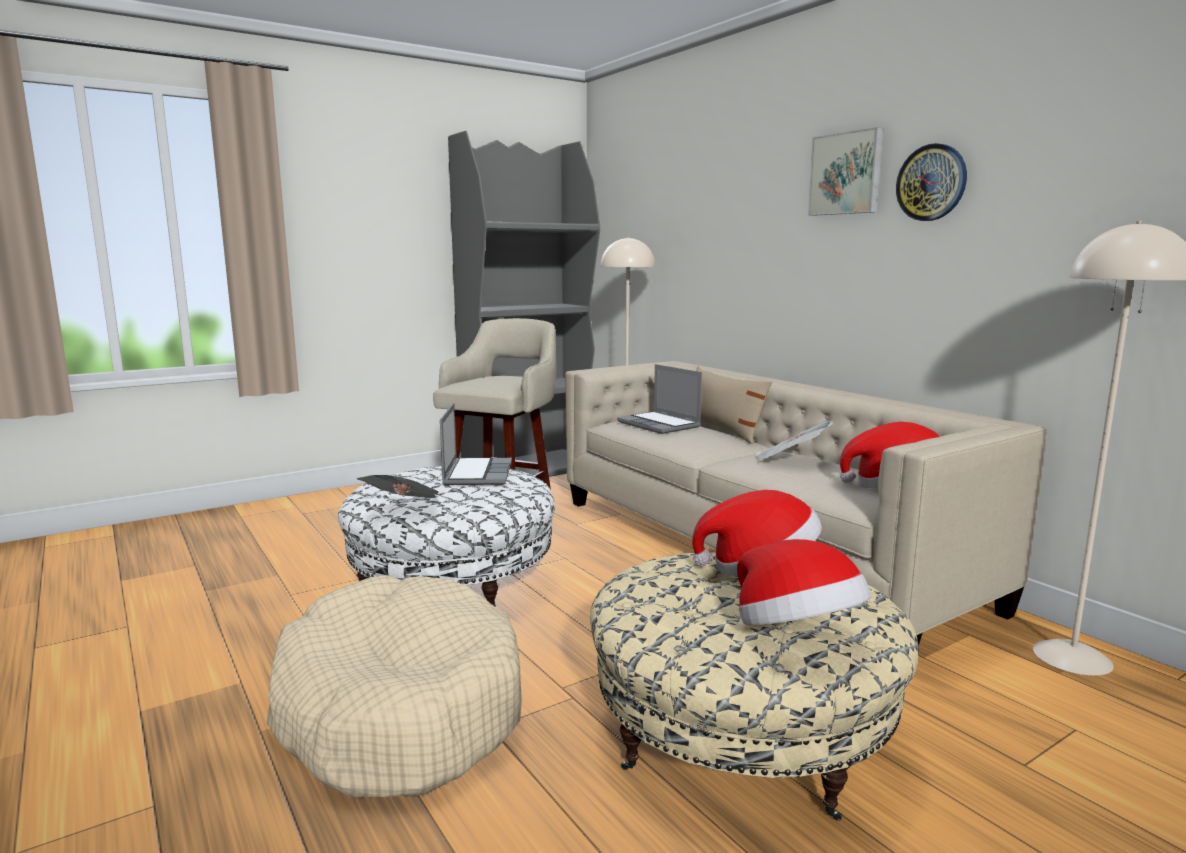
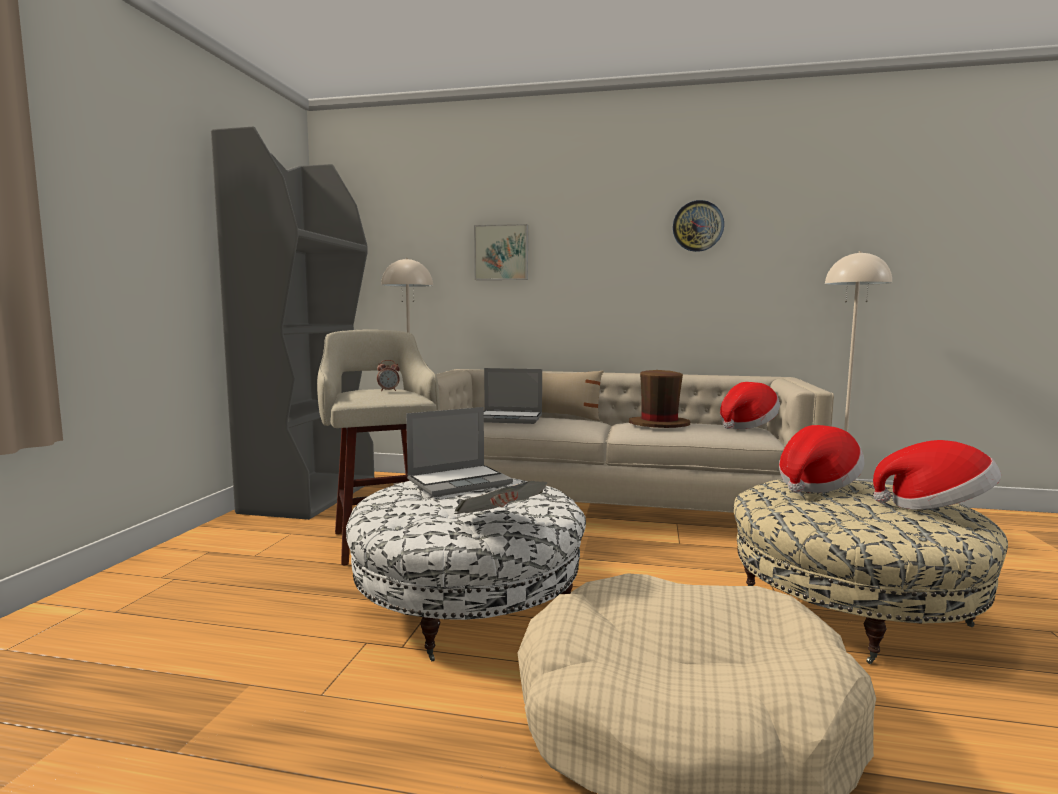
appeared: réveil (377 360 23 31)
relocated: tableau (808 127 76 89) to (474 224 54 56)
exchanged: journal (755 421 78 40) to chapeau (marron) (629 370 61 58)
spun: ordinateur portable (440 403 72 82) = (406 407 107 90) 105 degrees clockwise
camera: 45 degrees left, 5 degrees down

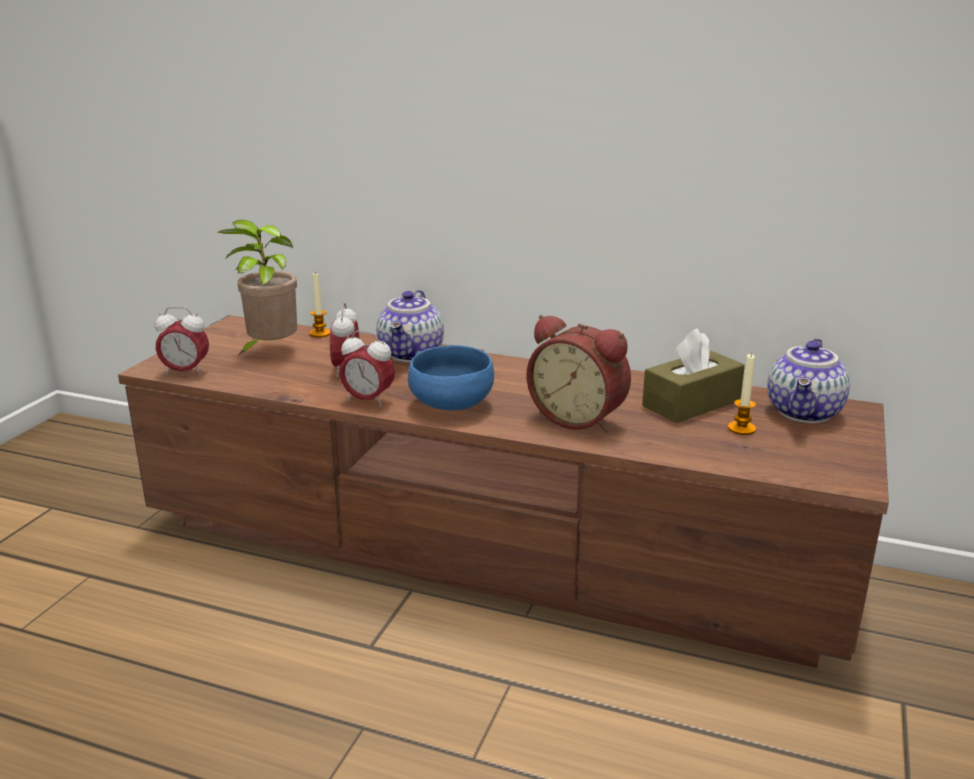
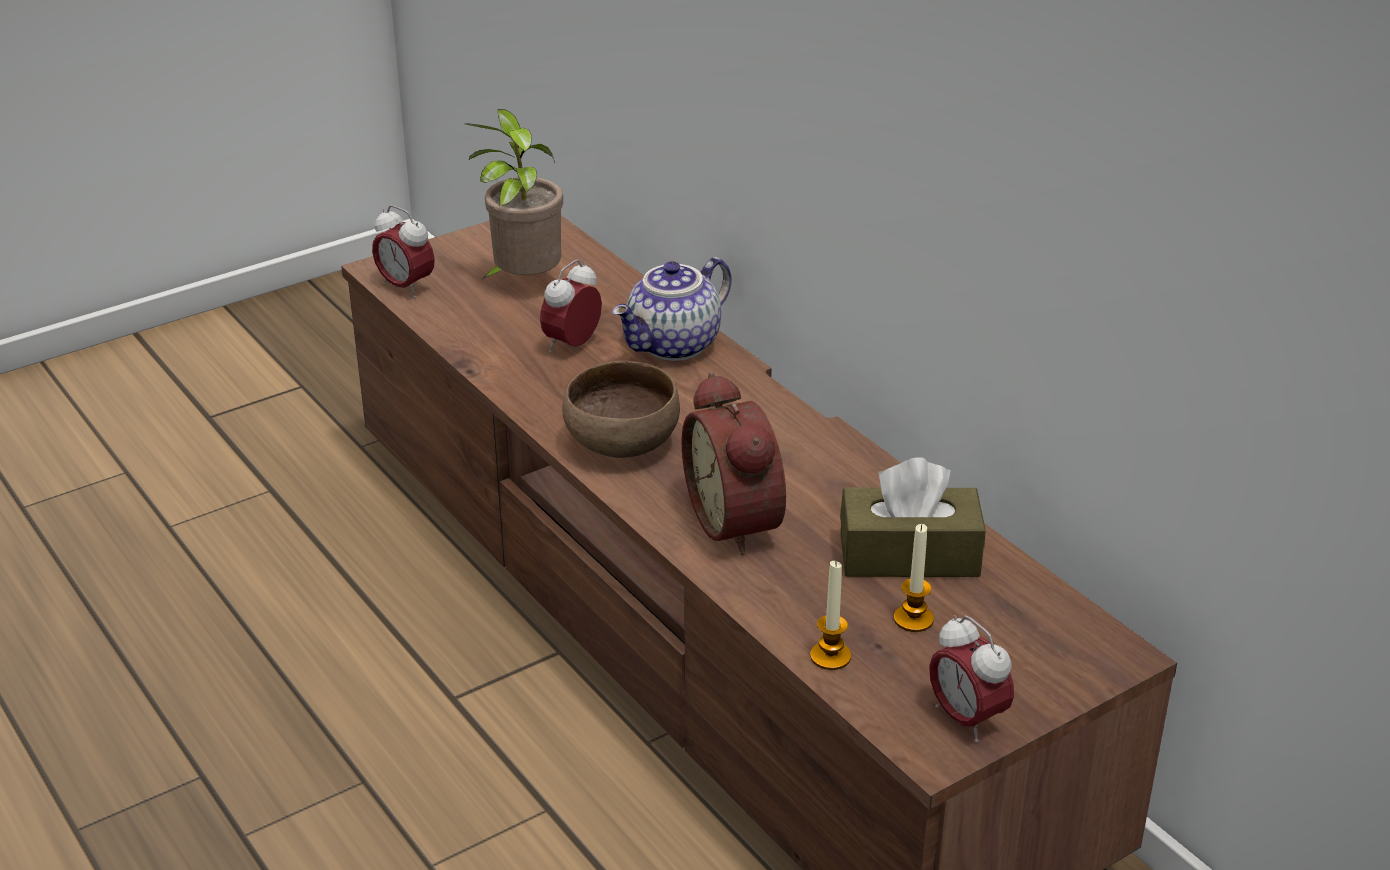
missing: théière (767 338 83 85)
relocated: bougie (309 272 21 66) to (810 561 41 109); réveil (339 330 56 77) to (929 615 85 128)
colour: bol (bleu) (408 345 86 65) to bol (marron) (562 361 118 97)
camera: 35 degrees right, 10 degrees up

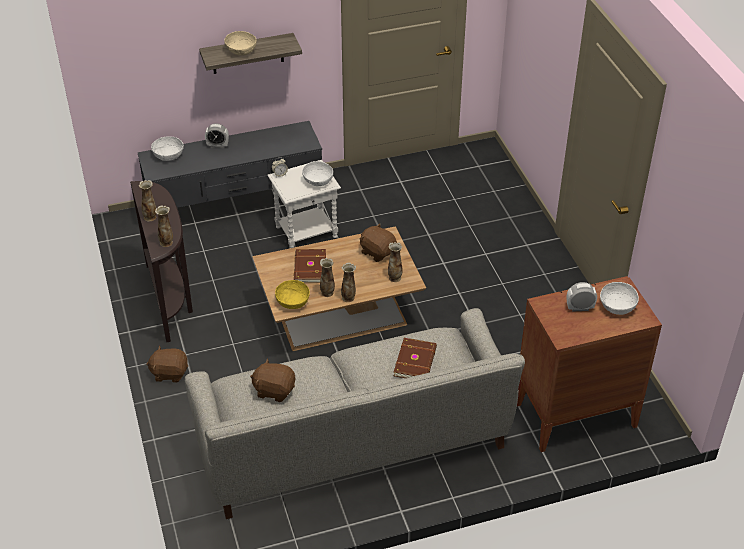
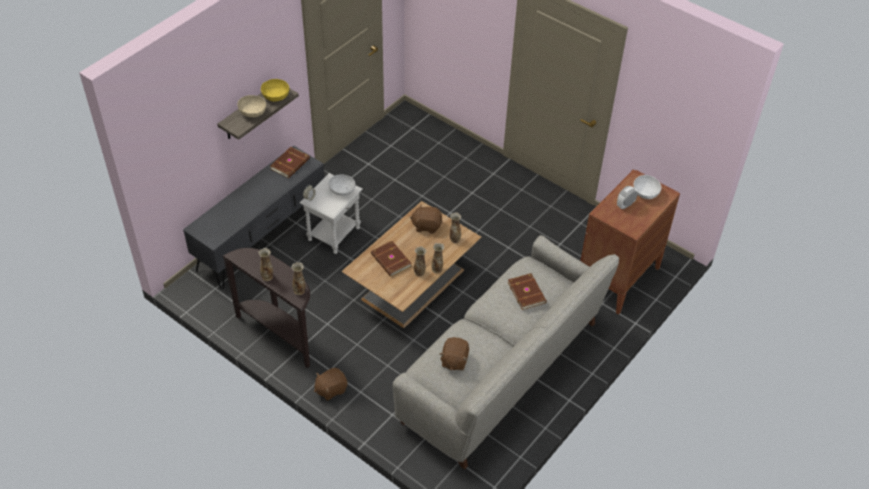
missing: bol (blanc) (151 137 33 24); réveil (205 123 24 25)
appeared: livre (marron) (270 147 40 31)
relocated: bol (jaune) (275 280 35 29) to (261 79 28 23)
spun: peluche (marron) (250 358 45 44) = (440 337 29 34) 60 degrees counterclockwise
camera: 35 degrees left, 5 degrees up

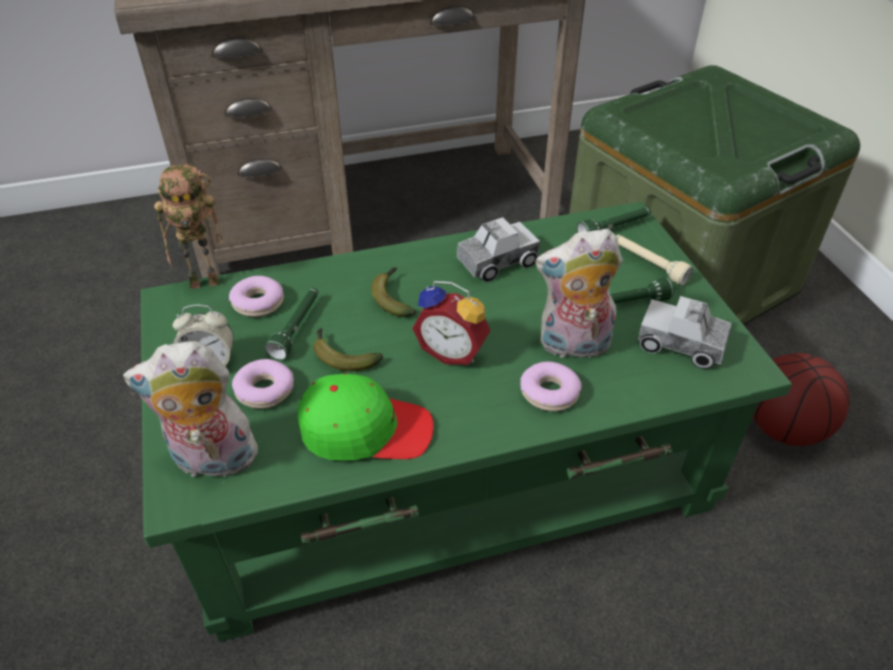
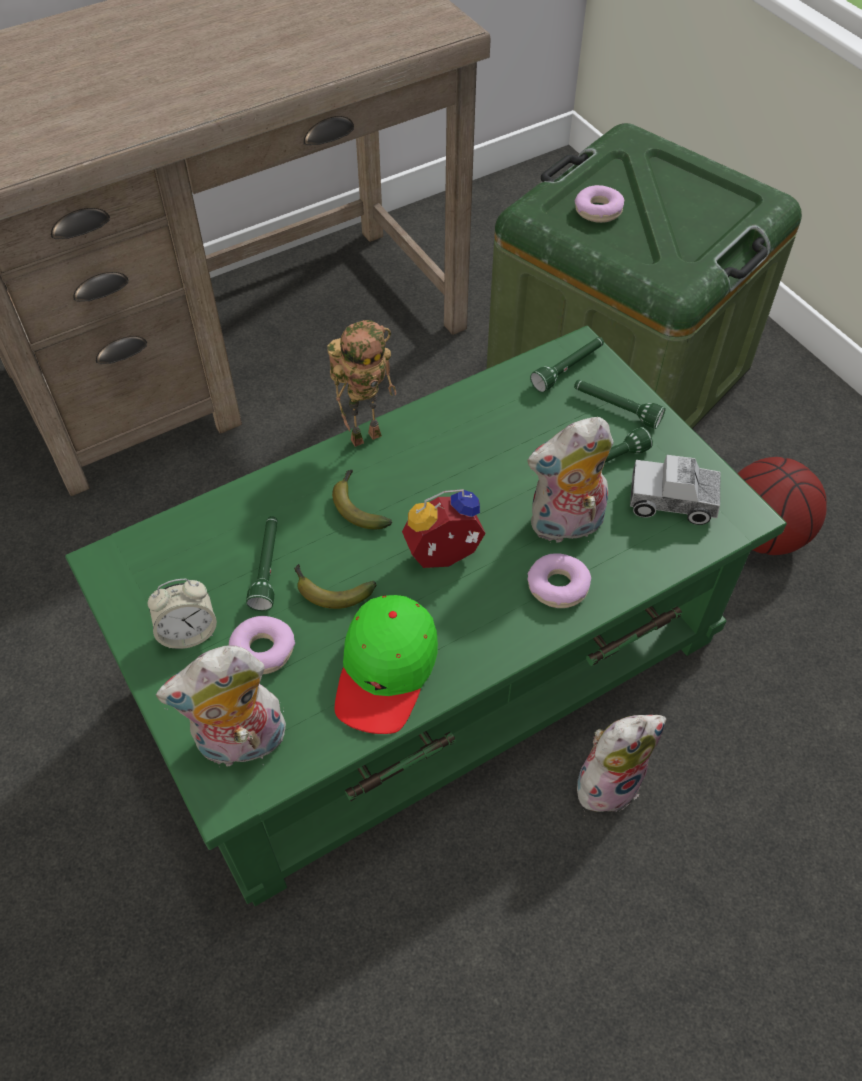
missing: camion jouet (457 217 83 65)
appeared: peluche (577 715 89 104)
relocated: robot jouet (154 164 69 125) to (327 320 69 127); beignet (229 276 55 41) to (575 185 49 38)
colour: lampe de poche (beige) (616 235 77 50) to lampe de poche (vert) (574 380 92 49)
spun: casquette (vert) (298 373 136 88) = (335 595 103 139) 120 degrees clockwise; réveil (412 281 78 84) = (402 489 84 79) 150 degrees clockwise
camera: 15 degrees left, 10 degrees up

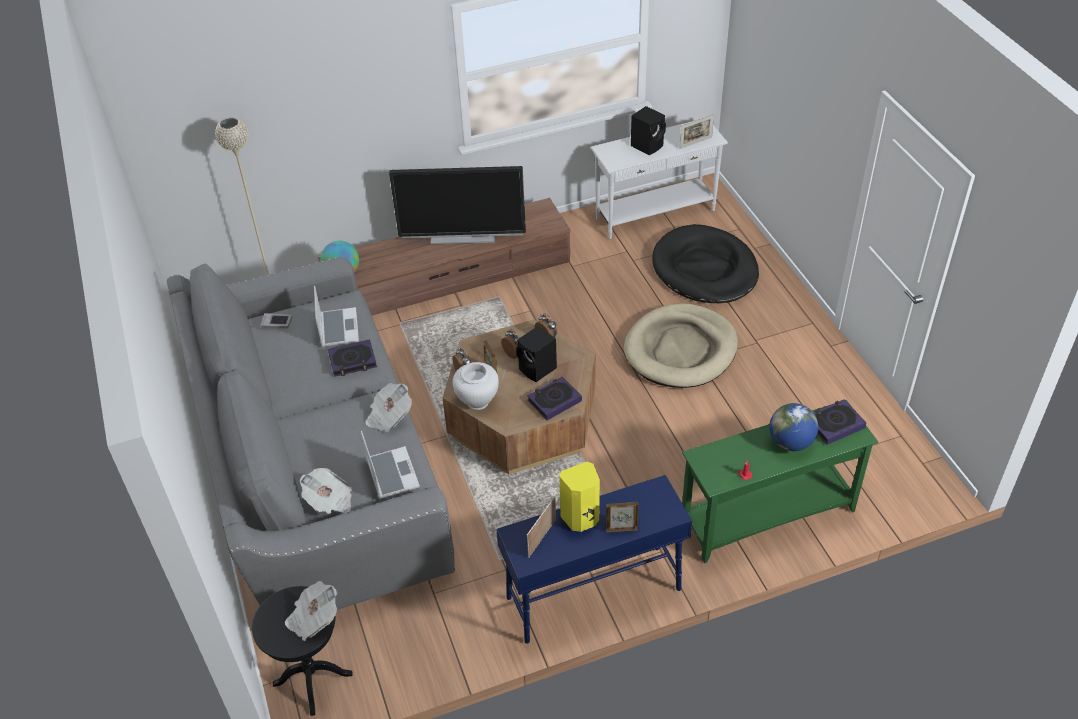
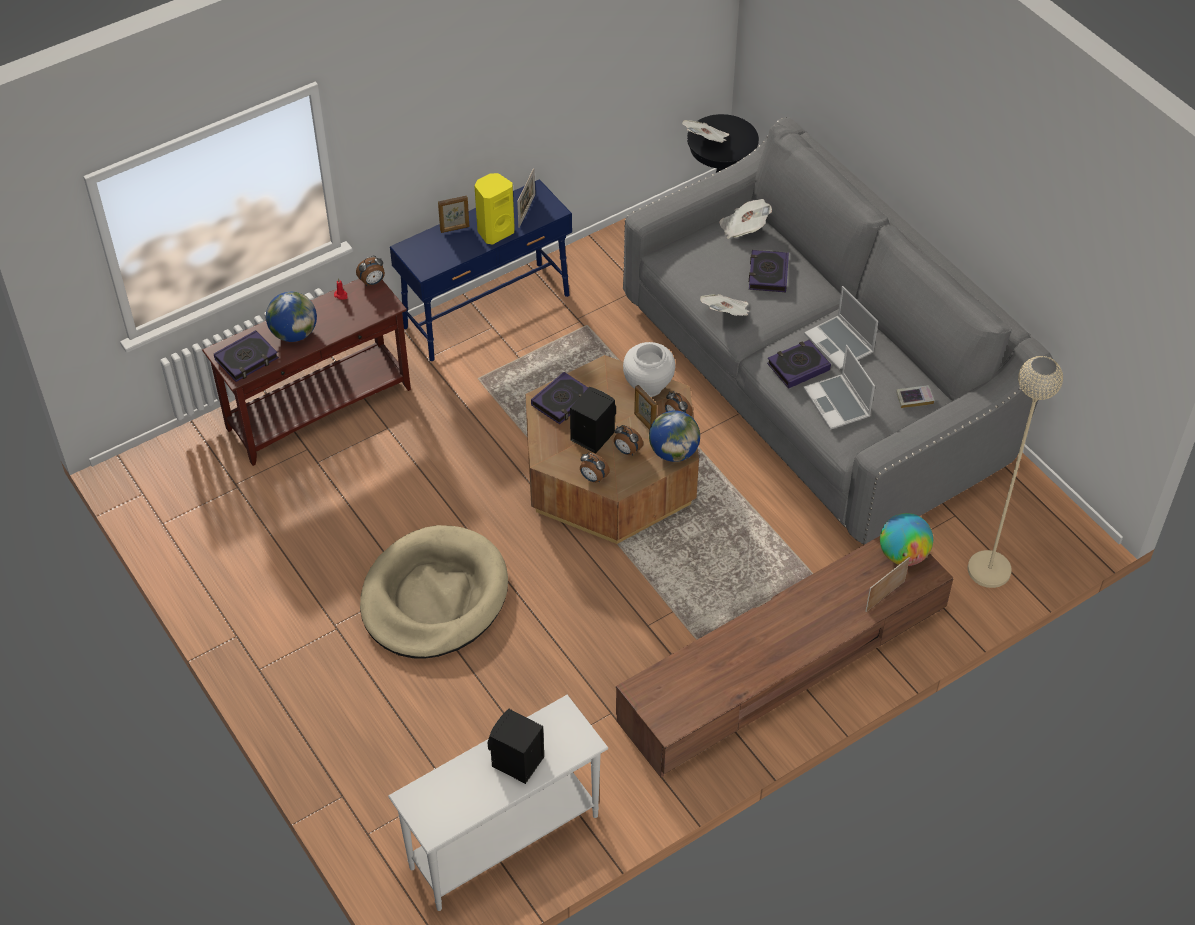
missing: téléviseur (389 166 137 79); panier pour chien (noir) (652 224 107 79)
appeared: réveil (356 256 29 30); globe (649 410 51 52); livre (749 250 40 42)
relocated: ordinateur portable (361 431 59 68) to (804 286 74 84); cadre photo (679 114 35 35) to (865 557 45 55)
colour: table console (vert) (682 400 196 163) to table console (marron) (202 279 209 187)
camera: 165 degrees right, 5 degrees up

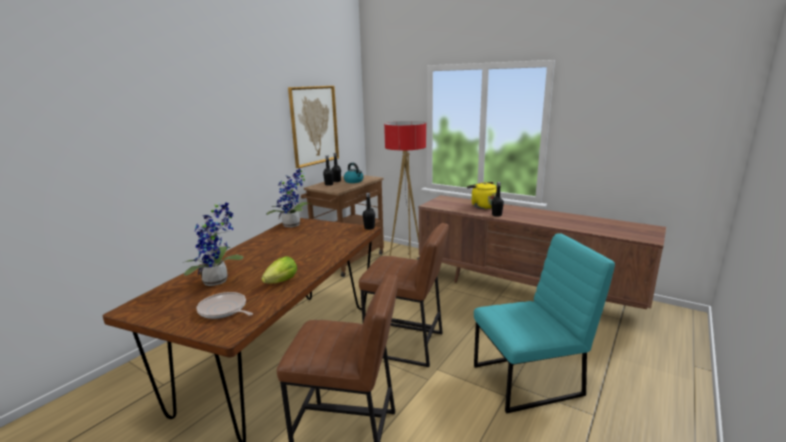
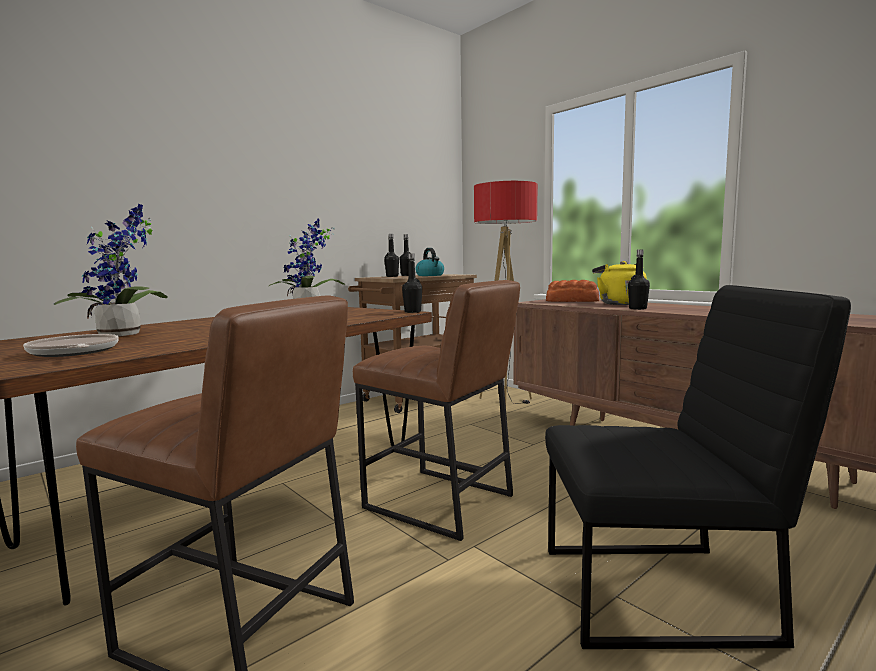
missing: laitue (261 256 36 27); tableau (288 86 51 82)
appeared: pain (546 280 53 22)
colour: chaise (turquoise) (474 233 141 181) to chaise (noir) (545 285 306 364)
camera: 15 degrees right, 10 degrees down

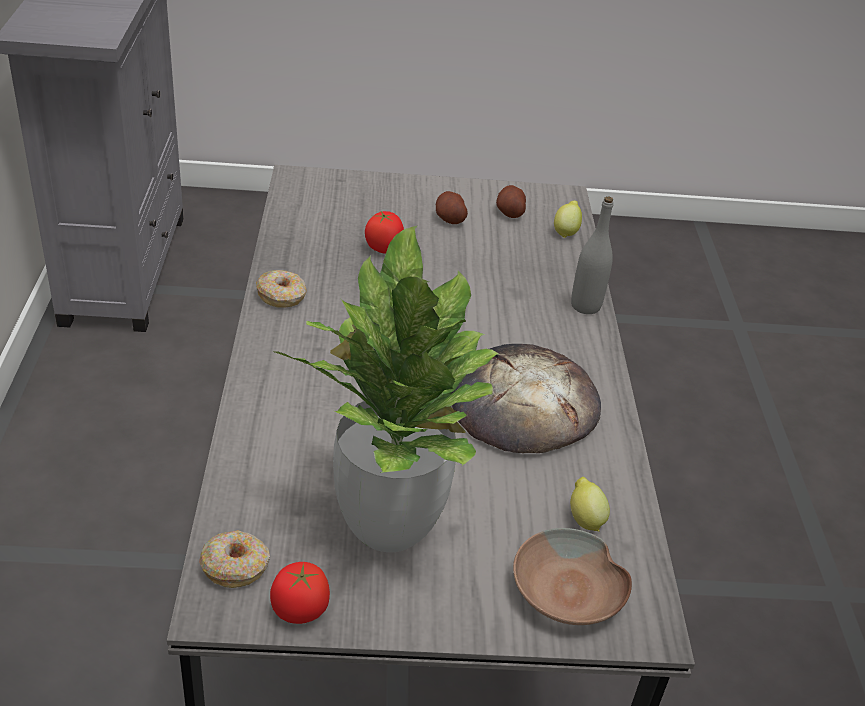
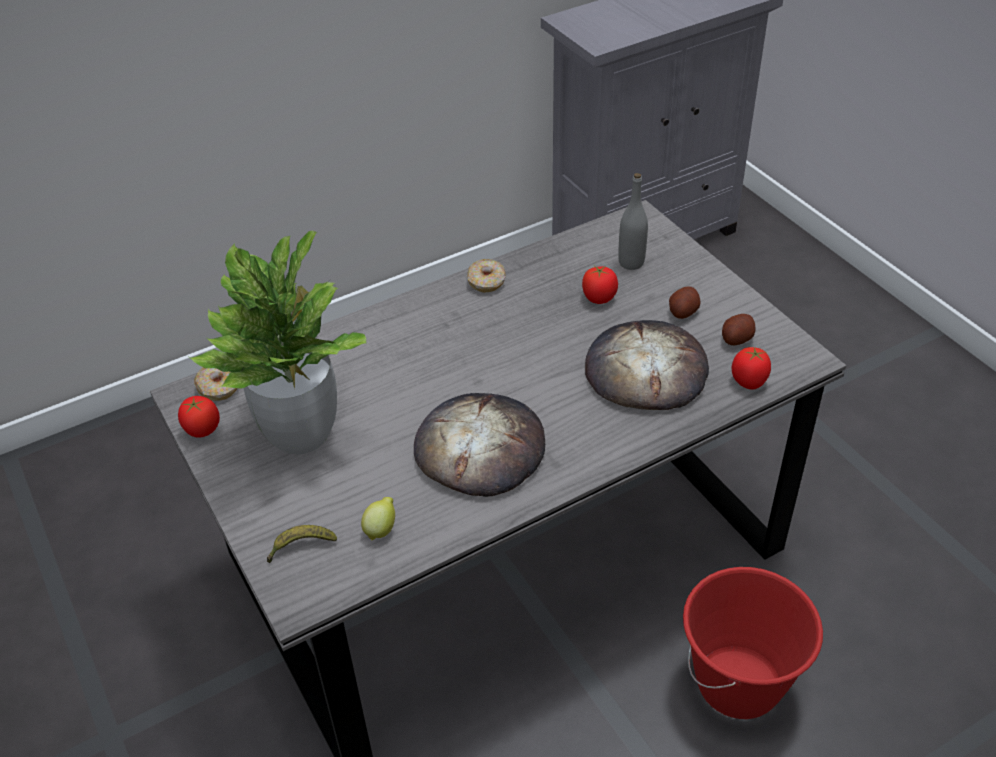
appeared: pain (585 320 124 90); seau (rouge) (683 567 140 152)
relocated: bouteille (gris) (571 196 43 118) to (618 173 30 97)
exchanged: bol (marron) (513 528 119 97) to banane (267 525 70 38); citron (554 201 28 37) to tomate (732 347 39 42)
camera: 65 degrees right, 5 degrees up

